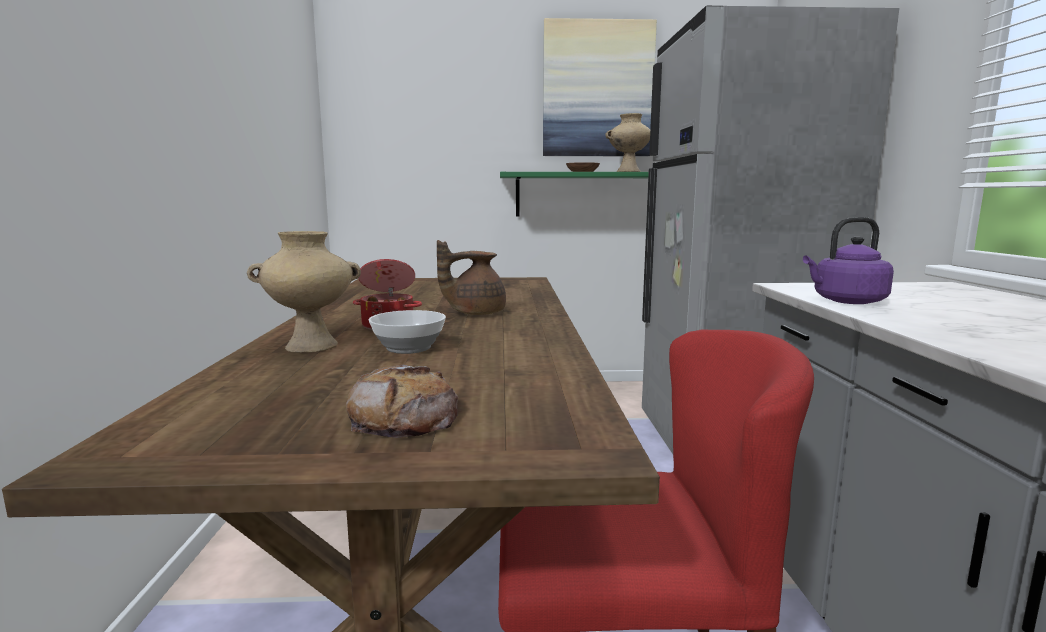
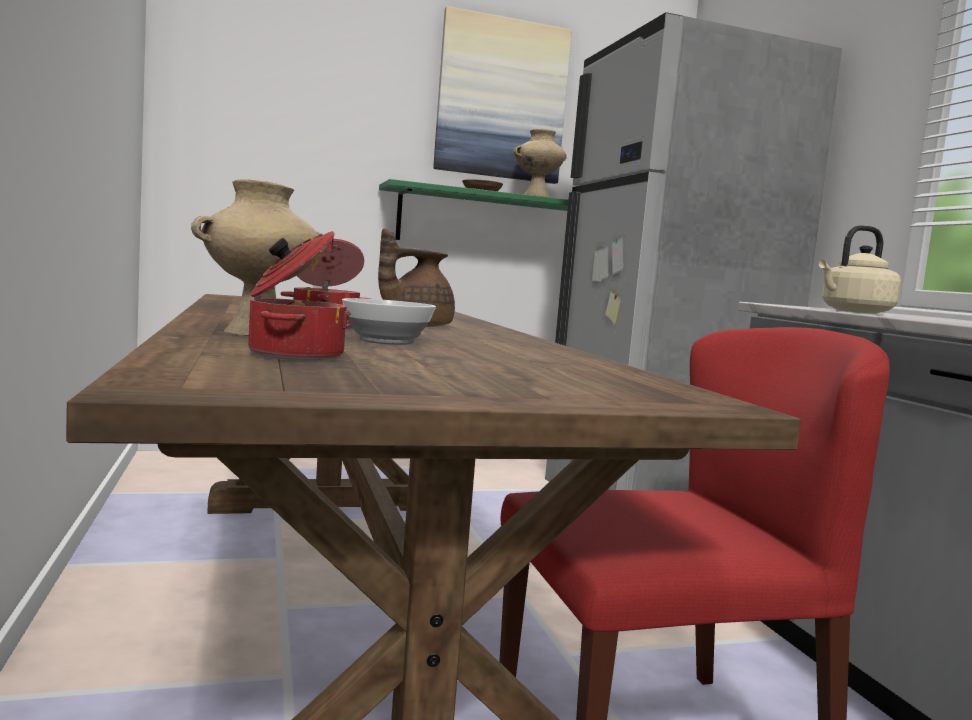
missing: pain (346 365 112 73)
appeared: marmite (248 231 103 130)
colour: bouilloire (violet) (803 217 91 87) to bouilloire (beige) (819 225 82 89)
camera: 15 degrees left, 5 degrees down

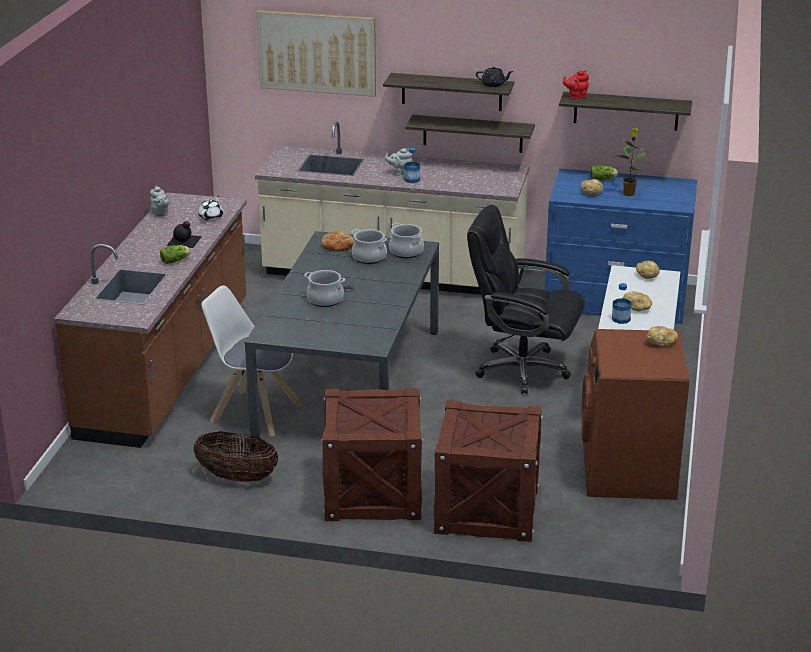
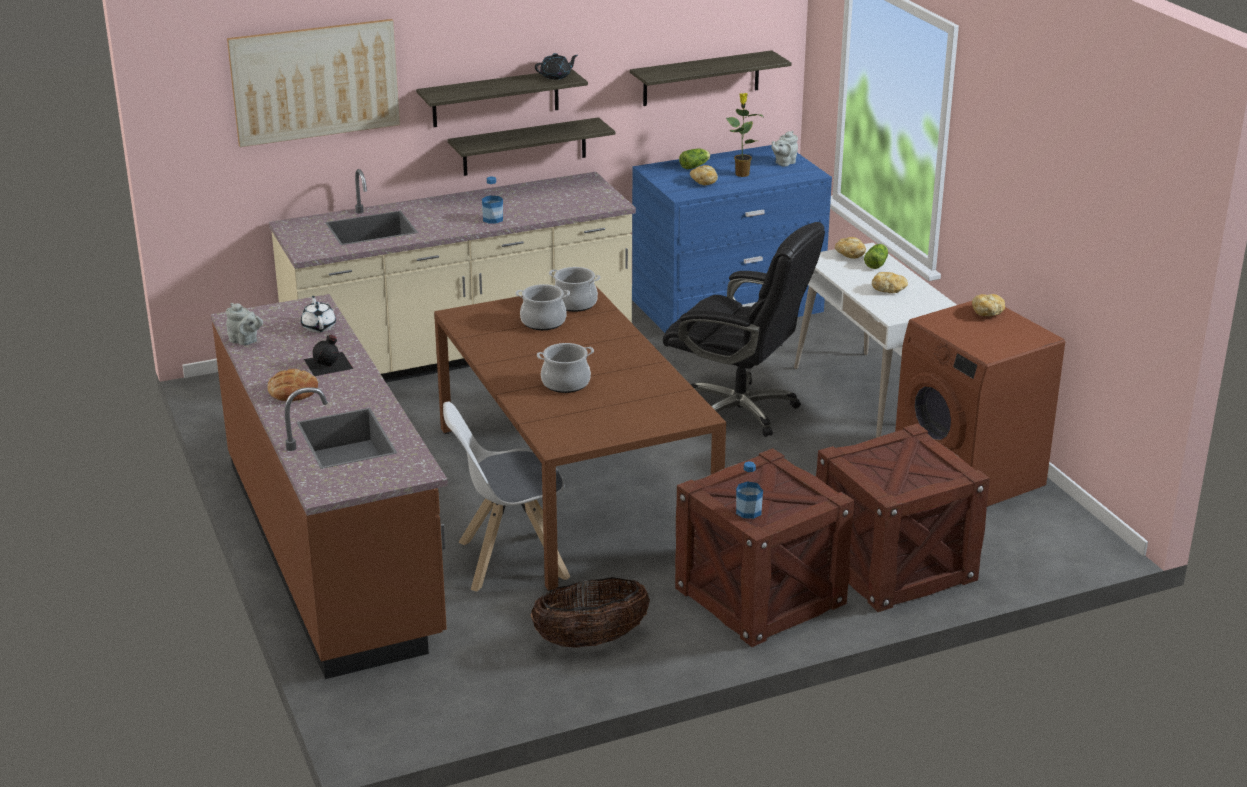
missing: théière (rouge) (563 71 26 28)
relocated: pain (321 231 33 21) to (268 369 50 32); bouteille (612 283 19 41) to (736 461 27 58); théière (gris) (385 148 28 28) to (772 131 26 36); laitue (160 245 31 19) to (864 244 24 25)
colour: table à manger (gris) (245 231 194 207) to table à manger (marron) (434 285 292 307)
spun: chaise de bureau (noir) (467 205 118 189) = (663 222 162 215) 135 degrees counterclockwise
camera: 35 degrees left, 0 degrees up

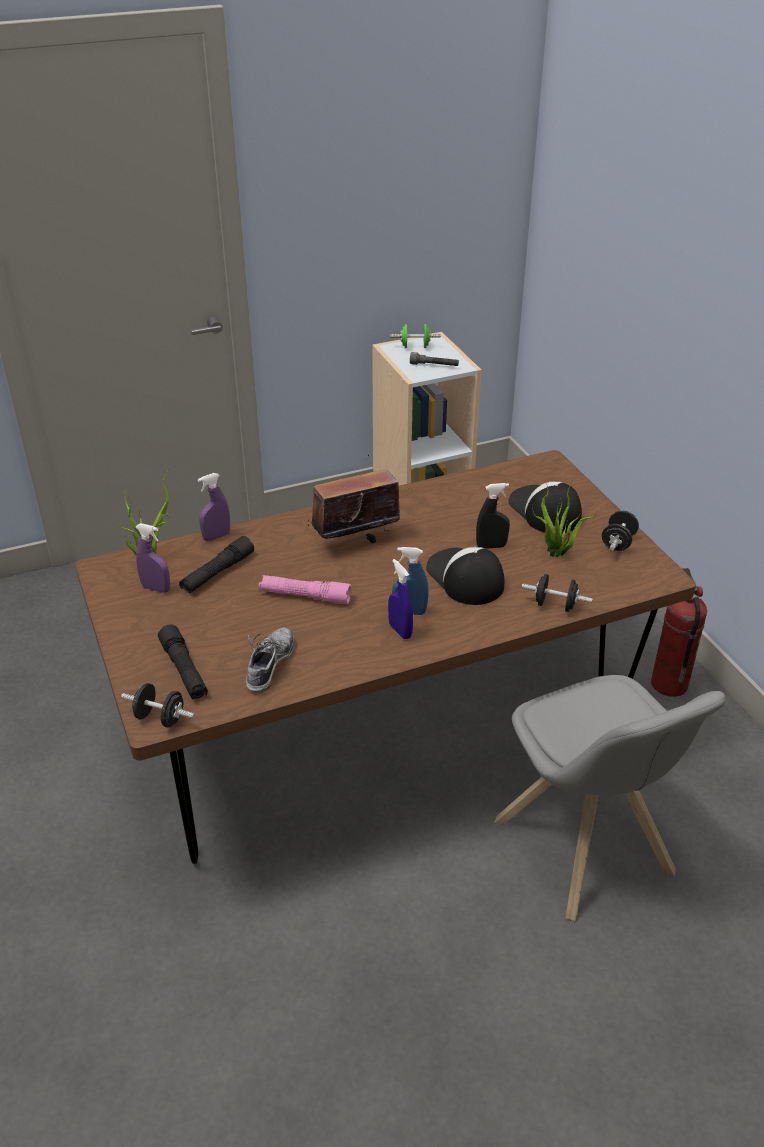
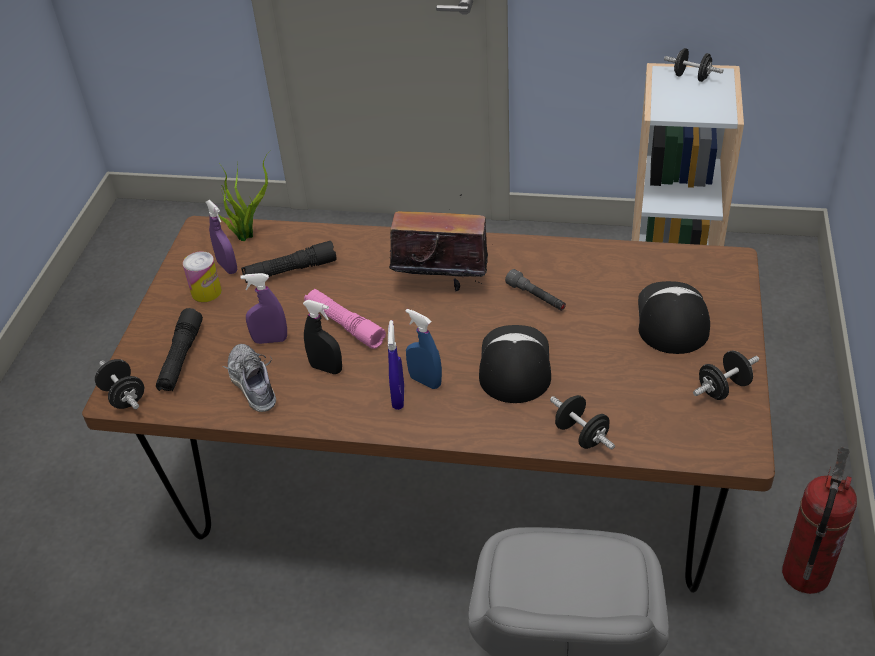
missing: plante en pot (532 481 66 76)
appeared: boîte métallique (183 251 39 51)
relocated: vaporisateur (violet) (198 473 32 68) to (240 273 47 71); vaporisateur (noir) (476 483 34 66) to (303 300 39 74); lampe de poche (gris) (410 352 49 14) to (505 269 61 42)
colour: haltère (vert) (390 324 51 24) to haltère (noir) (664 48 59 34)
spun: chaussure (246 627 49 65) = (223 344 53 68) 75 degrees counterclockwise
camera: 35 degrees right, 5 degrees up

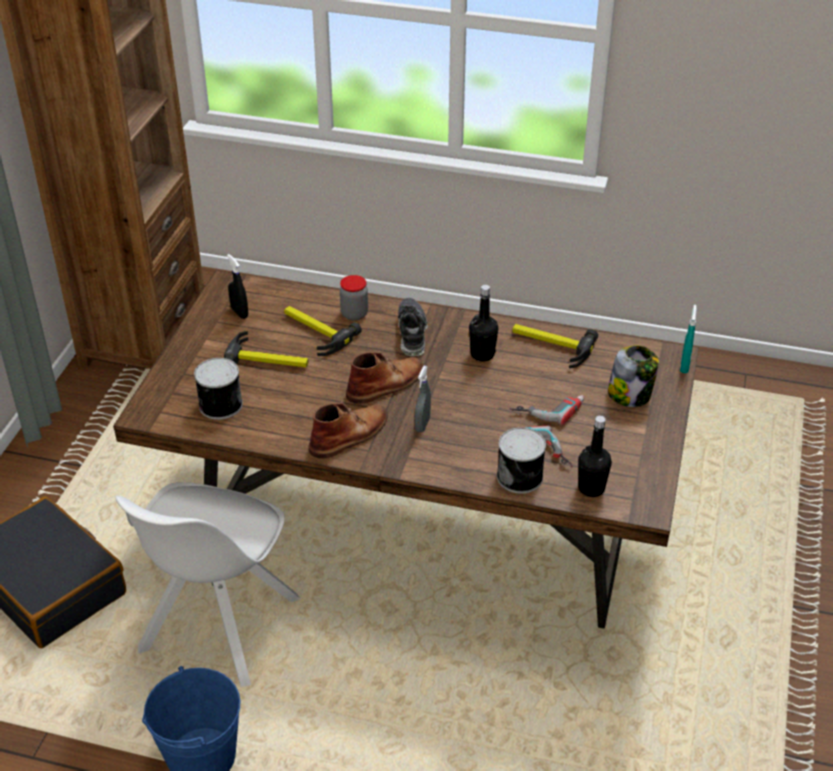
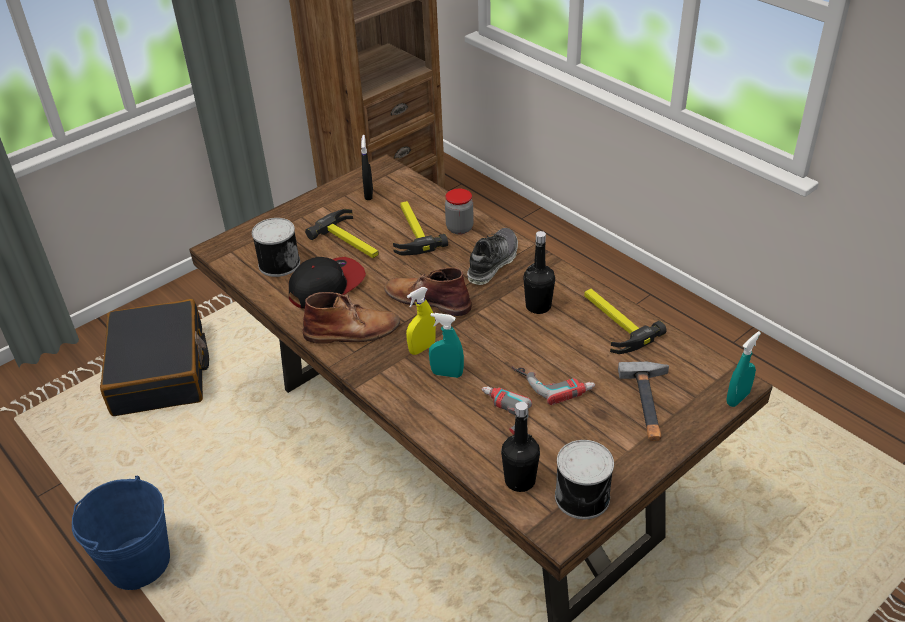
missing: chaise (blanc) (115 482 186 205)
appeared: casquette (289 257 77 52); vaporisateur (turquoise) (429 313 35 65)
relocated: boîte métallique (497 427 49 67) to (555 440 59 79)
exchanged: bocal (608 345 51 62) to marteau (618 362 51 79)
colour: vaporisateur (gris) (415 366 16 67) to vaporisateur (jaune) (406 287 30 68)
spun: botte (marron) (346 350 78 54) = (384 267 88 49) 150 degrees counterclockwise
camera: 35 degrees right, 0 degrees up

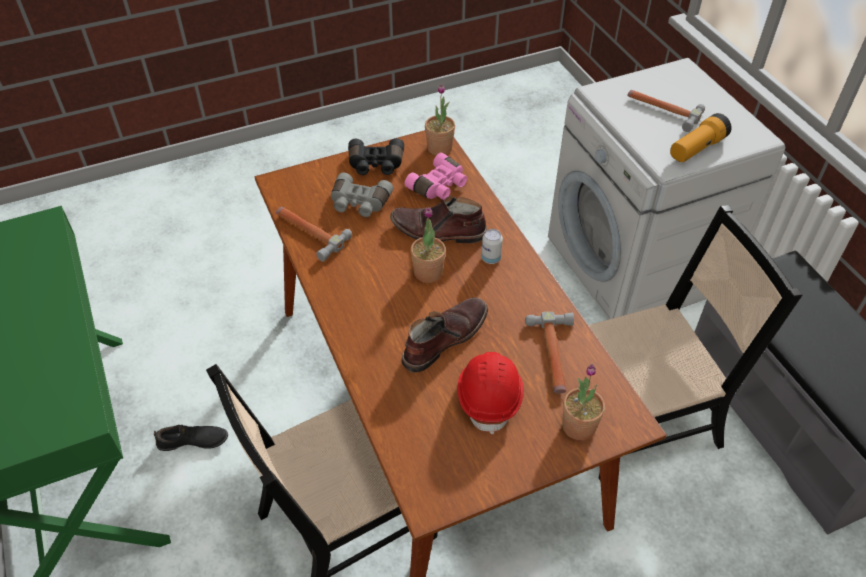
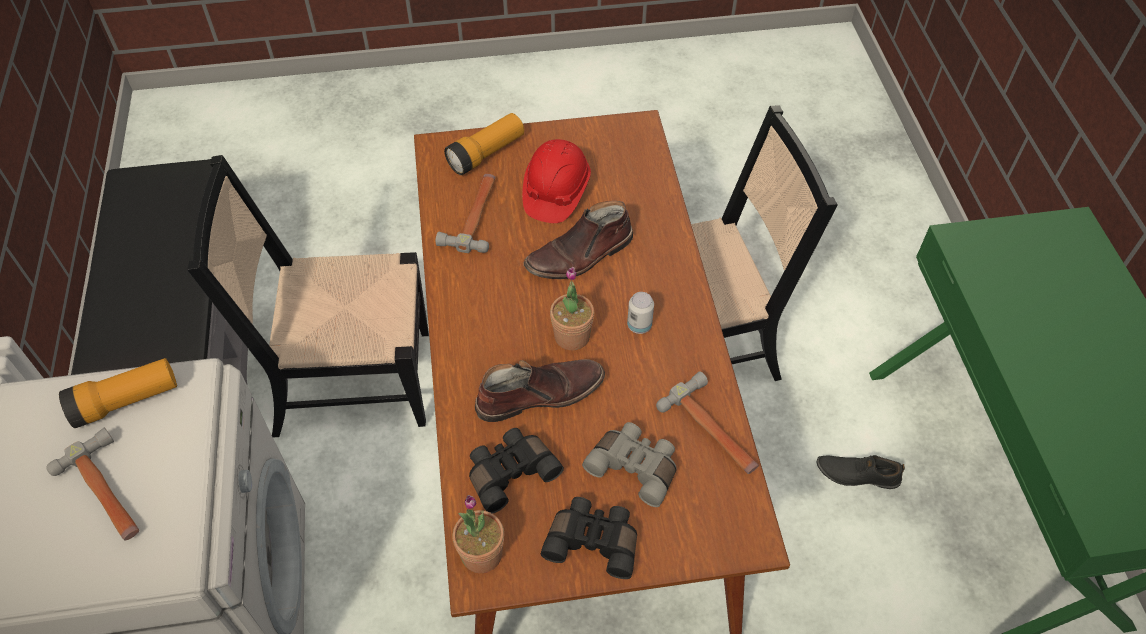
relocated: boîte métallique (481 229 22 35) to (627 292 27 42)
exchanged: plante en pot (562 364 43 77) to lampe de poche (444 113 80 62)
colour: jumelles (rose) (405 152 62 48) to jumelles (noir) (469 428 95 86)
spun: botte (marron) (390 195 97 48) = (475 359 130 63) 45 degrees counterclockwise
camera: 165 degrees left, 5 degrees up

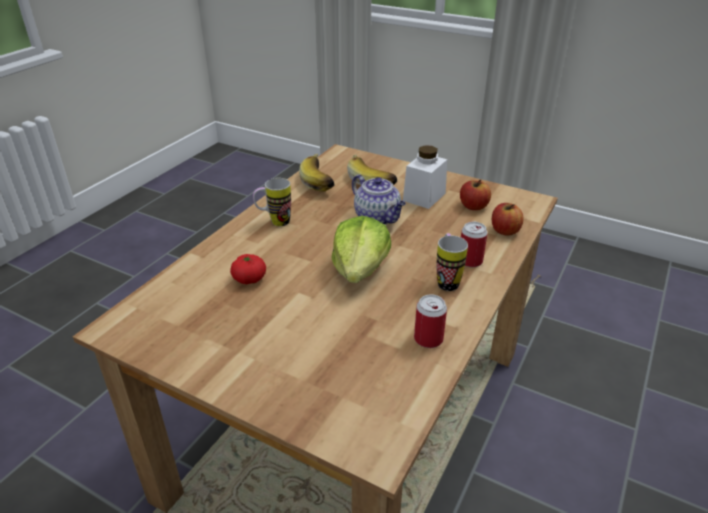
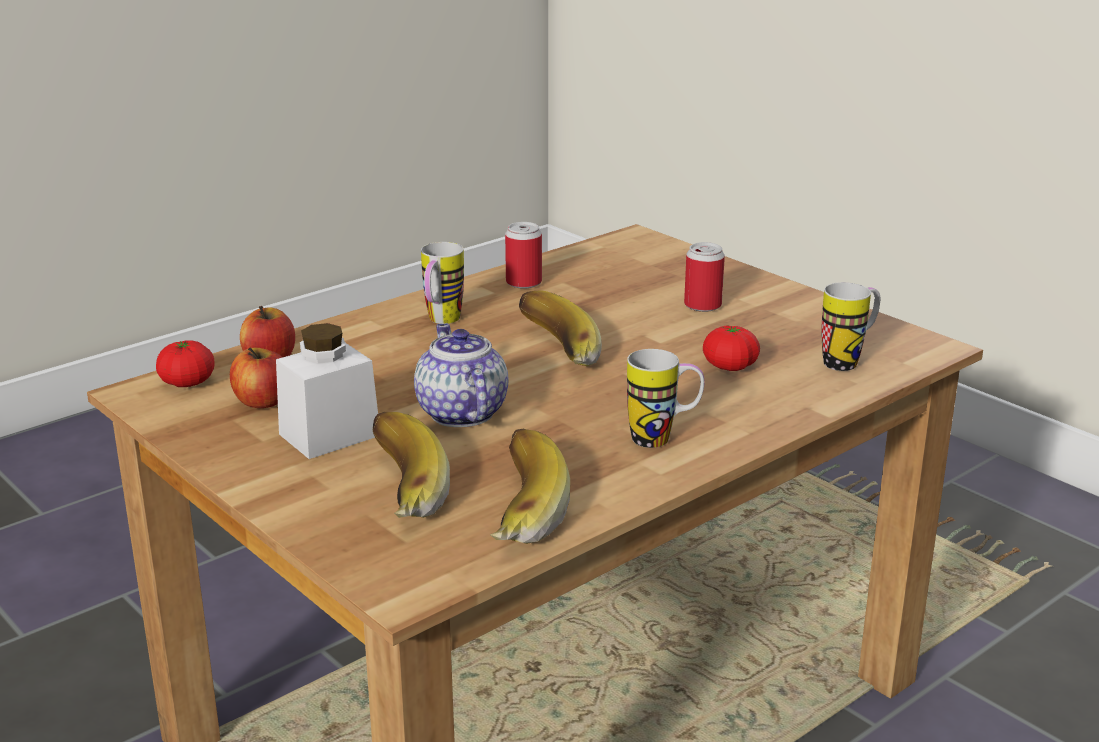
appeared: tomate (156 340 58 47); mug (822 282 58 89)
relocated: boîte métallique (461 222 27 45) to (684 242 41 70)
exchanged: laitue (331 216 60 67) to banane (519 290 83 76)
camera: 160 degrees left, 10 degrees down

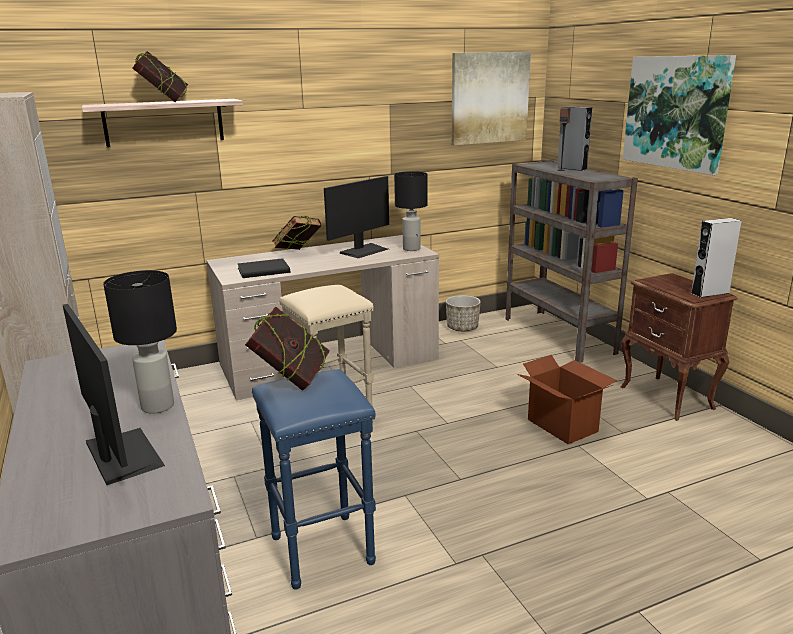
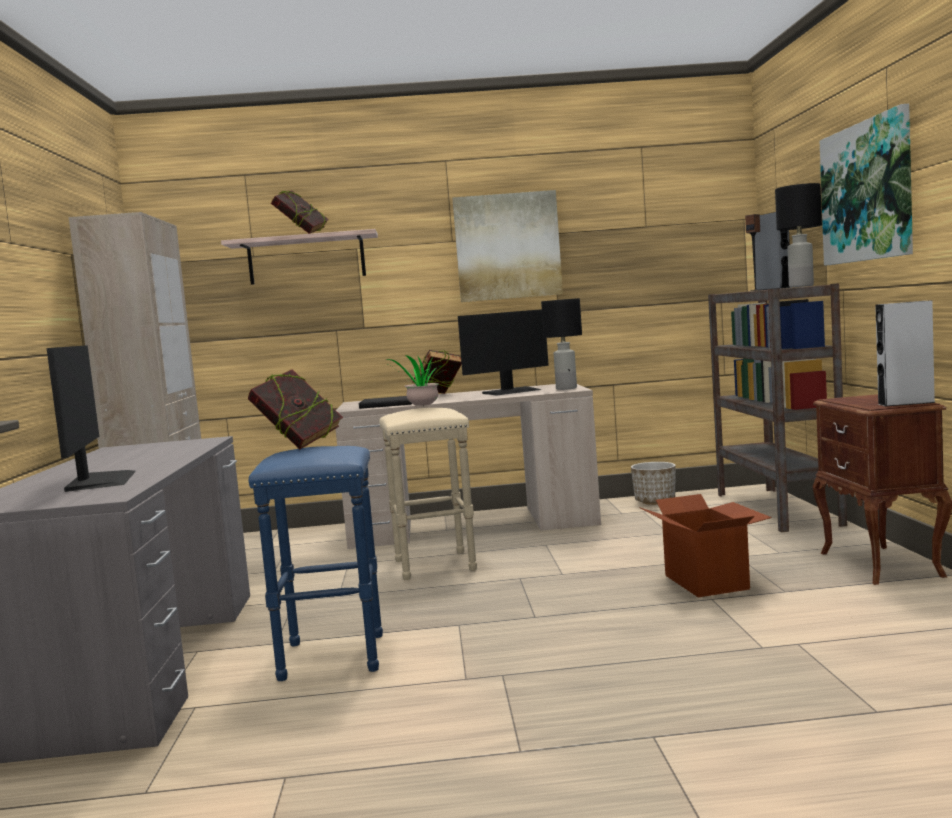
appeared: plante en pot (387 355 61 52)
relocated: tableau (451 52 80 93) to (452 190 111 112); lampe de table (noir) (103 270 74 144) to (775 183 47 104)
camera: 20 degrees right, 15 degrees down

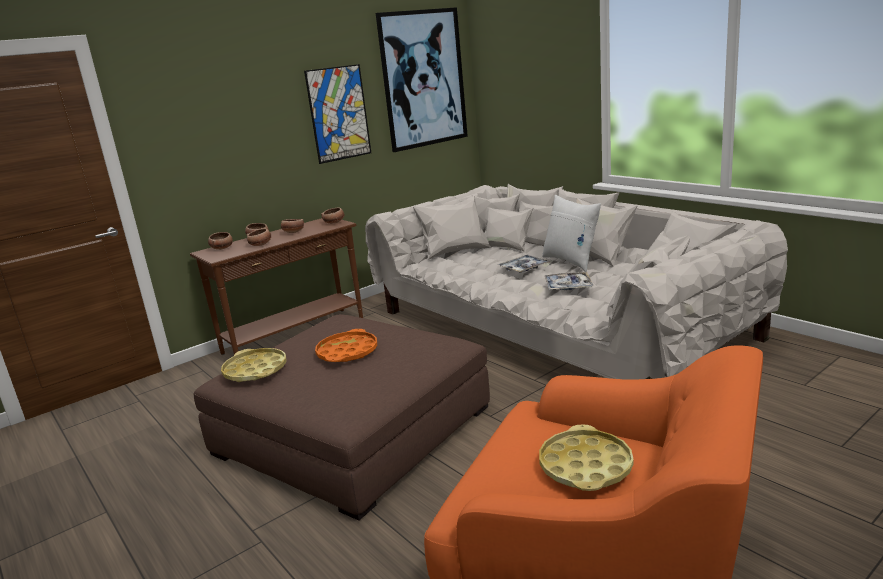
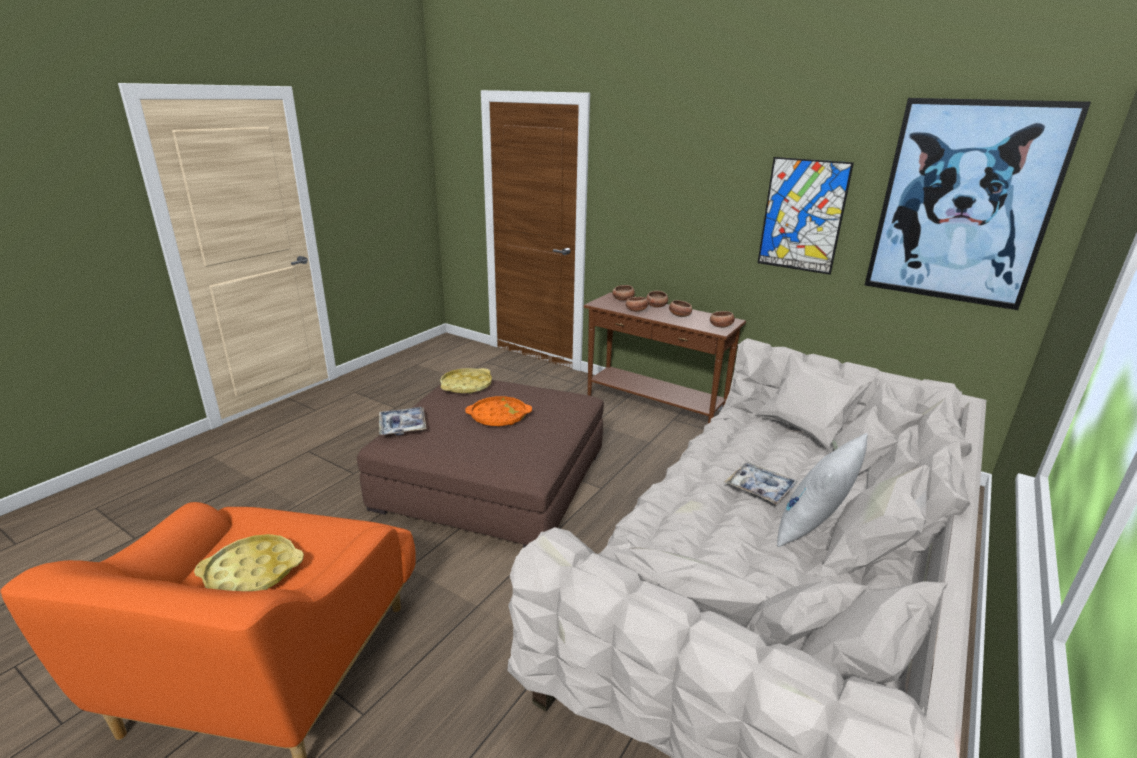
relocated: plateau (545 272 49 18) to (379 407 47 29)
camera: 70 degrees right, 5 degrees up

